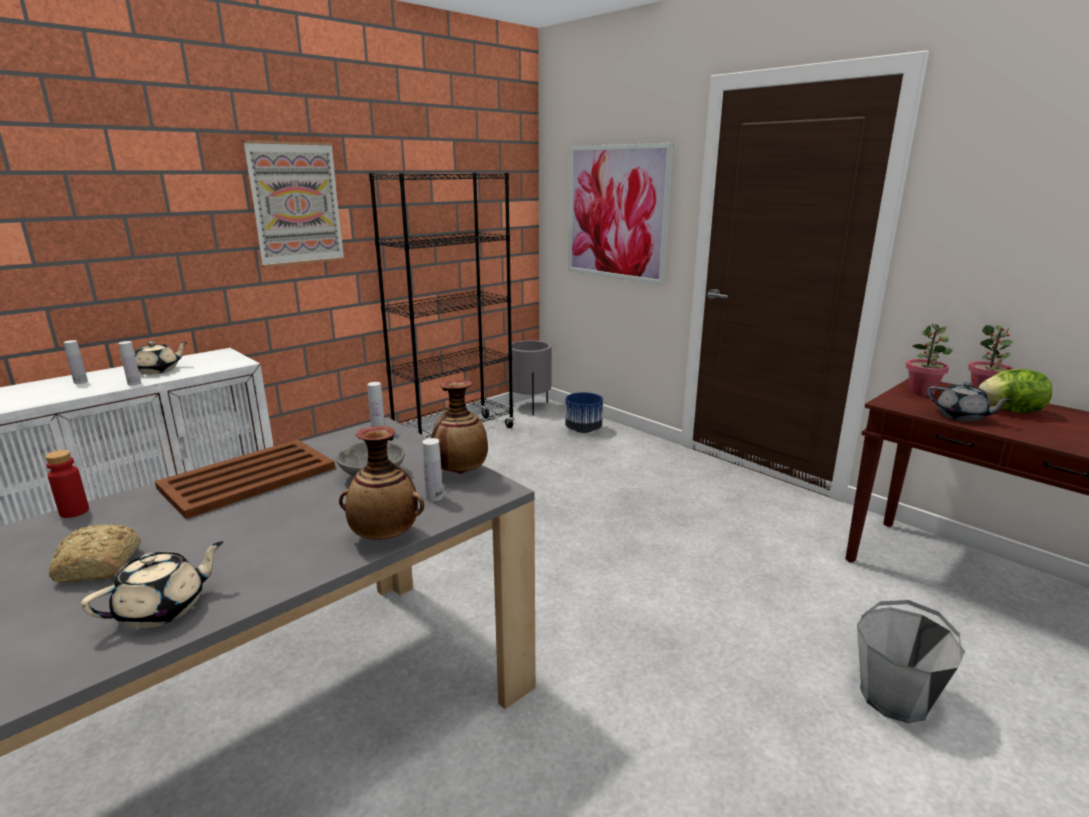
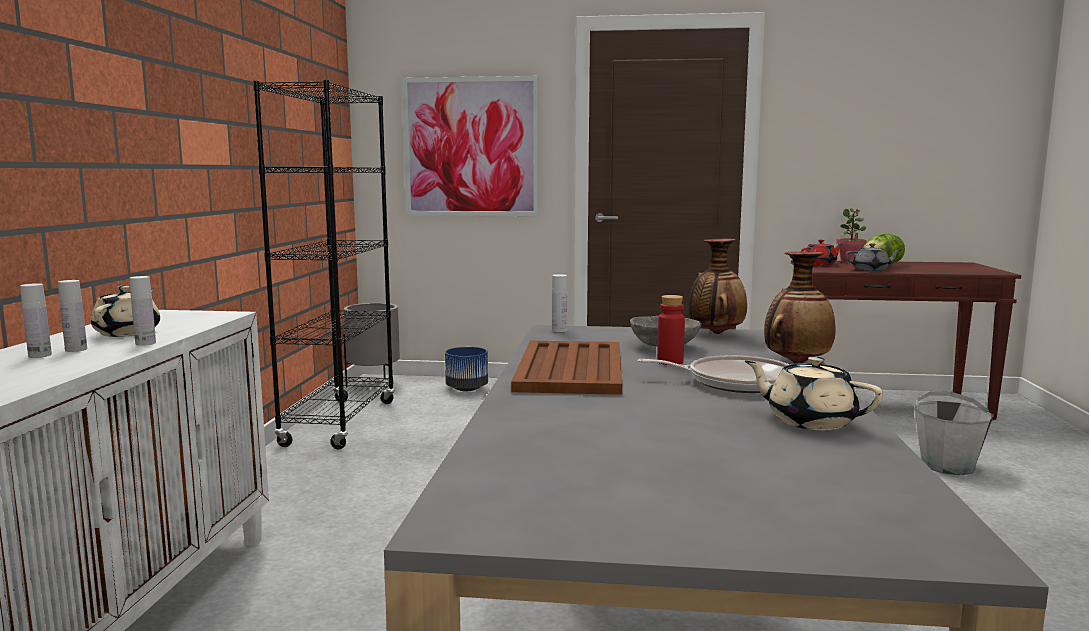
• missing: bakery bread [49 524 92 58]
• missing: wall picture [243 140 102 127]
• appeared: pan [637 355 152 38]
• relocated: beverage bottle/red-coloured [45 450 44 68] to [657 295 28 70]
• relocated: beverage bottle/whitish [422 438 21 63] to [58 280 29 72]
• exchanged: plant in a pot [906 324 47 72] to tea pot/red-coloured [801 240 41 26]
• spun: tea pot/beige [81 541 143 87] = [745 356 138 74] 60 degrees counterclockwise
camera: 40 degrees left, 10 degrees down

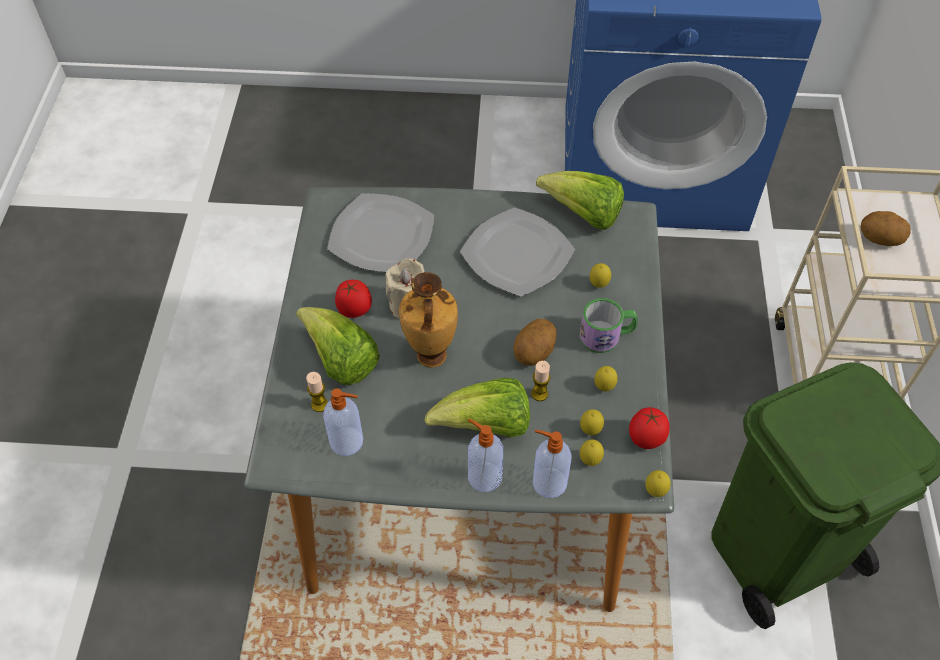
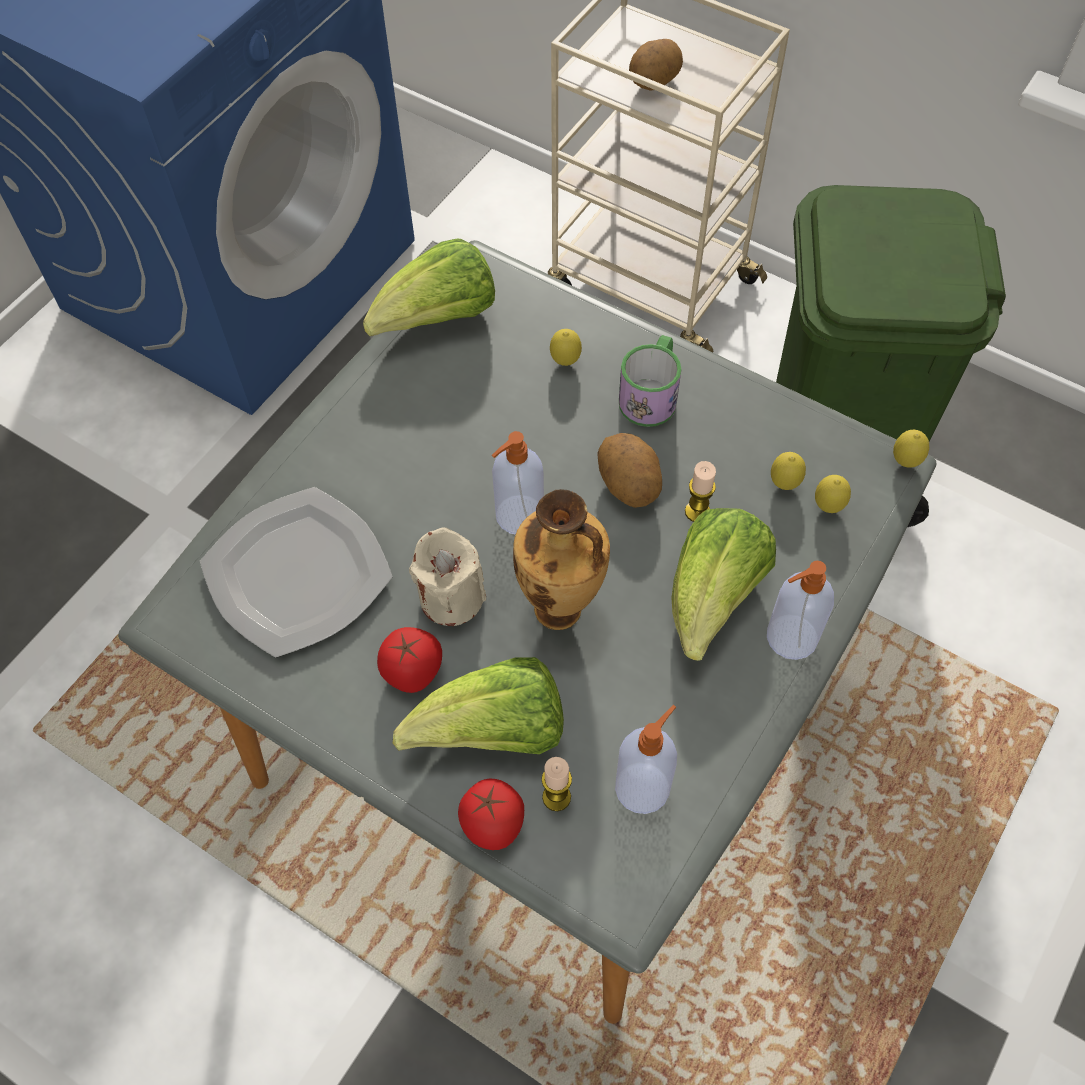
• missing: plate [460 208 115 89]
• missing: citrus fruit [594 366 24 25]
• relocated: soap bottle [533 430 39 68] to [492 431 52 104]
• relocated: whole tomato [629 407 40 42] to [458 779 66 71]
camera: 60 degrees left, 5 degrees up

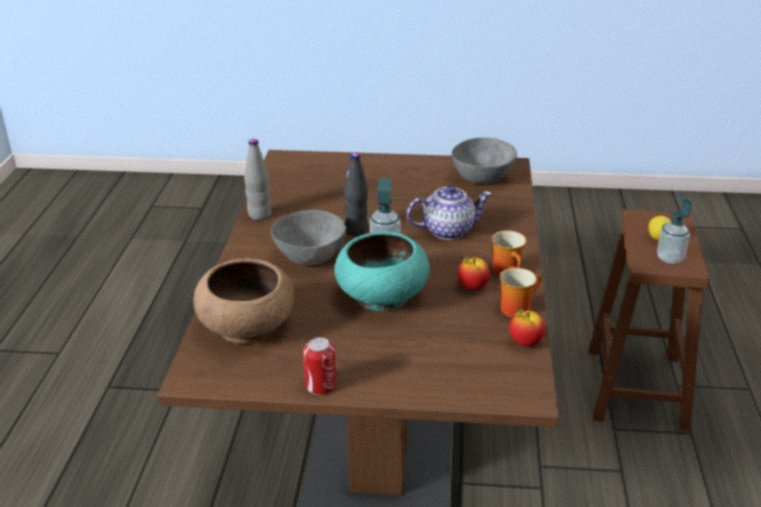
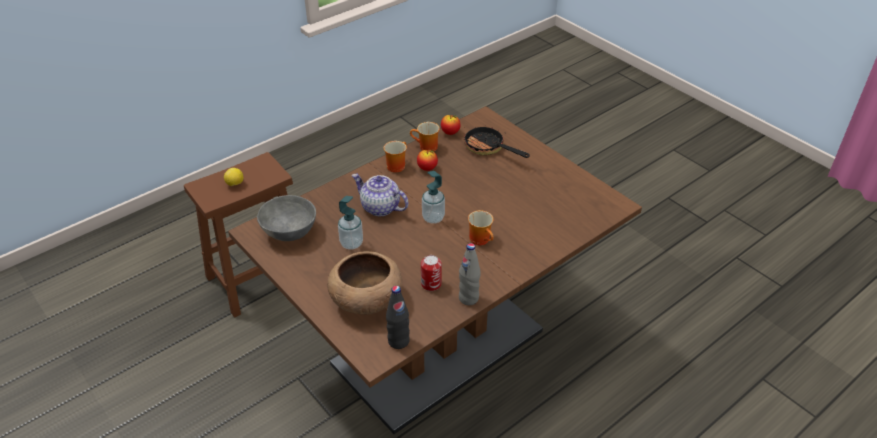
• missing: bowl/turquoise-coloured [334 232 96 79]
• appeared: pan [464 125 66 33]
• relocated: bowl/brown-coloured [193 258 102 86] to [327 251 75 64]
• relocated: can [303 337 33 58] to [421 255 21 36]
• relocated: beverage bottle/black-coloured [344 152 24 84] to [386 286 24 63]
• relocated: soap bottle [657 195 35 69] to [338 196 25 54]
• exchanged: bowl/gray [271 210 75 55] to mug [468 210 26 35]
camera: 135 degrees left, 10 degrees up

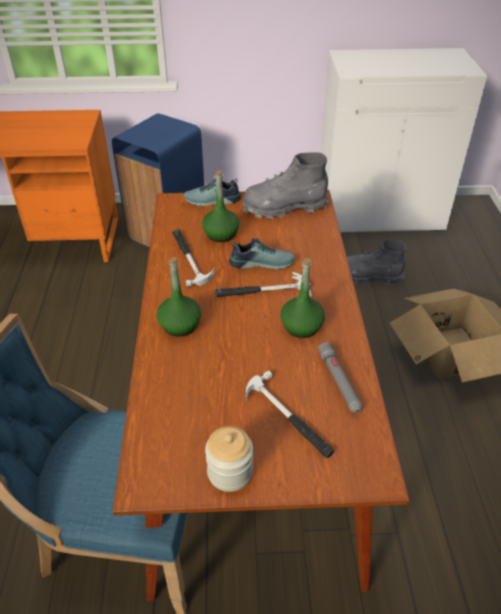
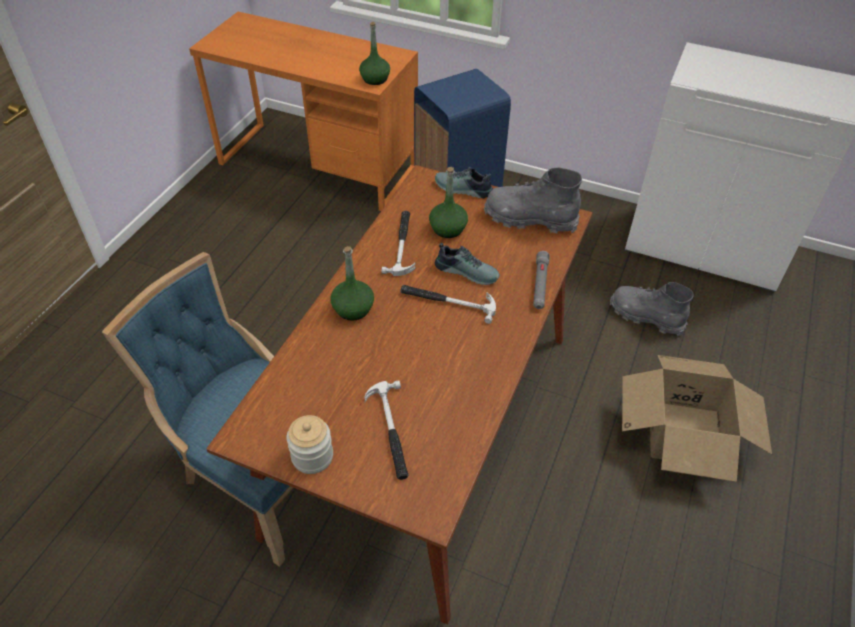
• relocated: beverage bottle/greenish [280 258 45 80] to [359 22 31 63]
• relocated: flashlight/gray [318 342 45 71] to [533 251 17 58]
camera: 25 degrees right, 5 degrees up

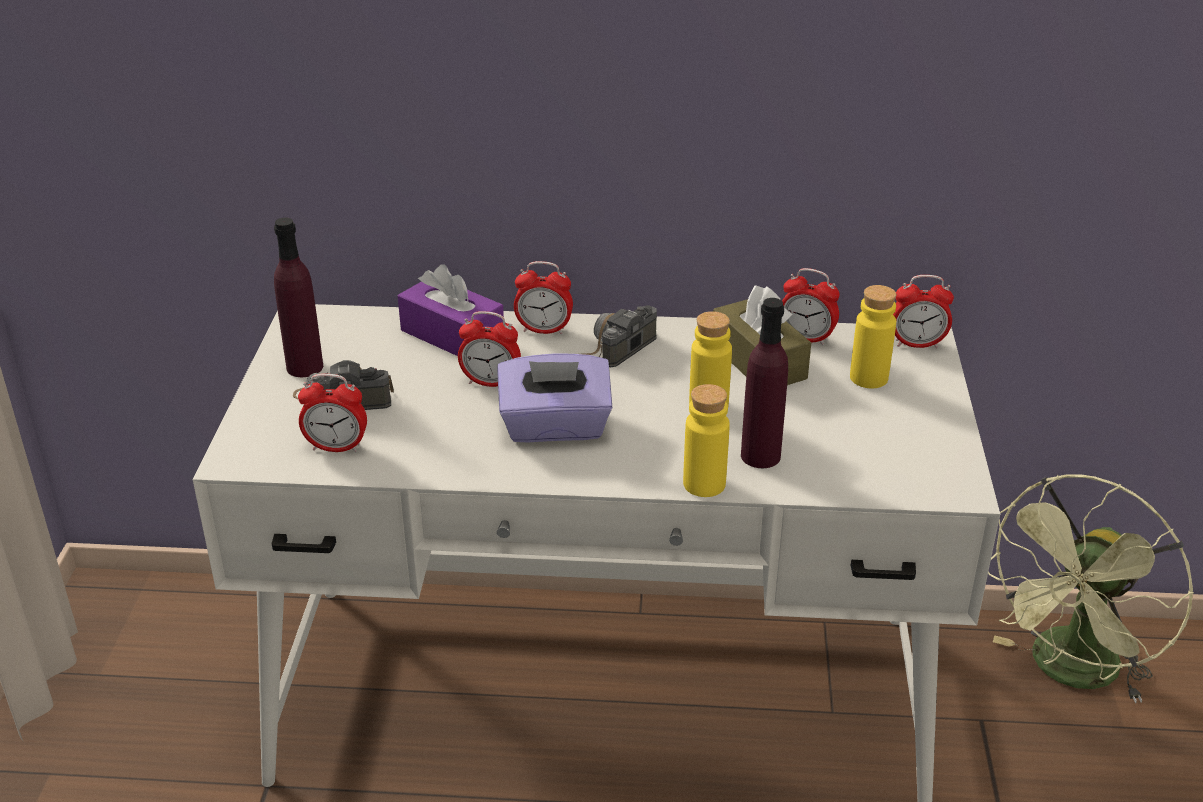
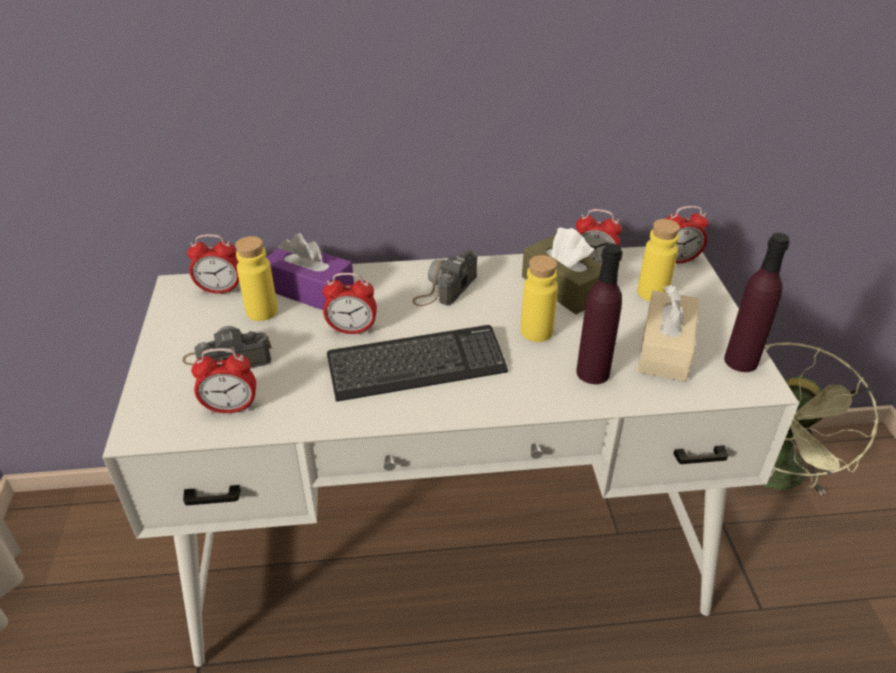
• appeared: tissue holder/beige [637 285 62 97]
• relocated: beverage bottle/purple-coloured [274 218 49 159] to [724 233 66 139]
• relocated: table clock [514 261 59 74] to [187 234 52 60]
• relocated: beverage bottle/yellowish [683 384 47 113] to [235 236 43 85]
• exchanged: tissue holder/purple-coloured [497 353 115 89] to computer keyboard [327 325 181 77]
camera: 10 degrees left, 5 degrees up

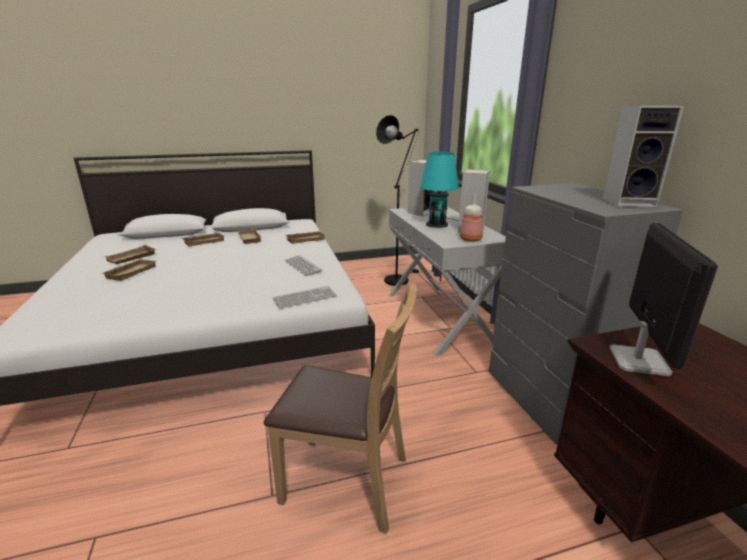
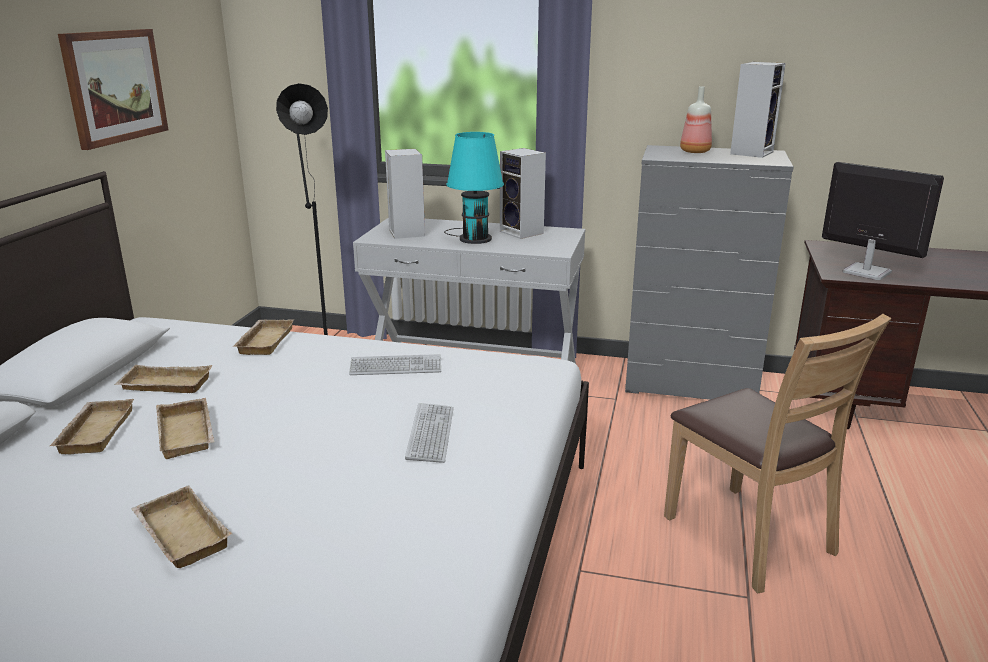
• appeared: wall picture [58 29 110 121]
• relocated: serving tray/beige [104 245 52 19] to [156 398 58 61]
• relocated: computer keyboard [272 286 64 23] to [405 403 49 60]
• relocated: beverage bottle [460 194 23 48] to [680 86 32 67]
• spun: plain chair/brown-coloured [264 282 153 252] = [664 314 227 279] 105 degrees clockwise
camera: 60 degrees left, 0 degrees up

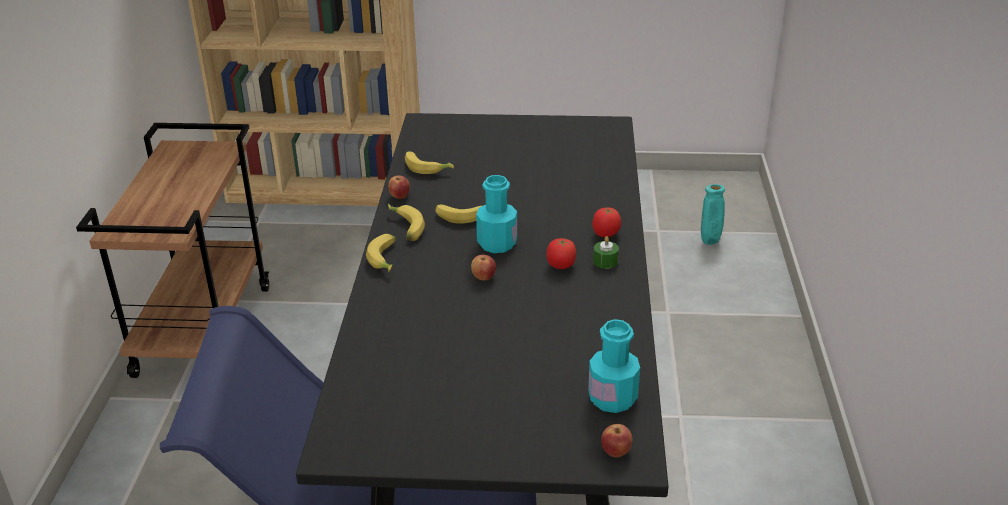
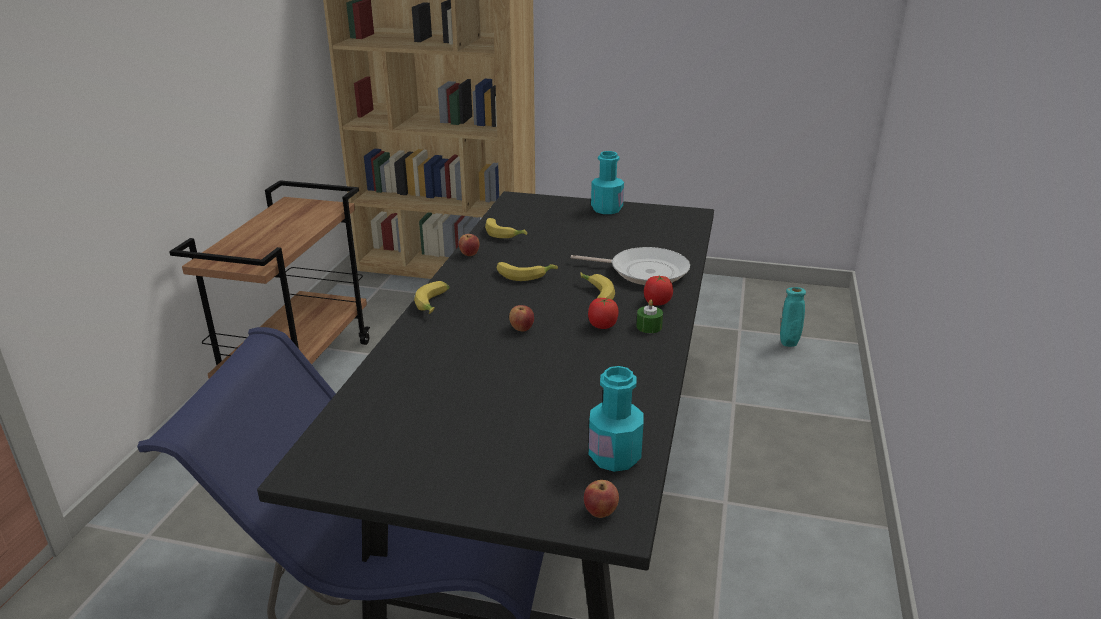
• appeared: pan [571 247 119 38]
• relocated: whole banana [388 204 37 37] to [581 272 34 28]
• relocated: beverage bottle/turquoise-coloured [476 175 41 78] to [591 151 33 63]
camera: 10 degrees right, 5 degrees down

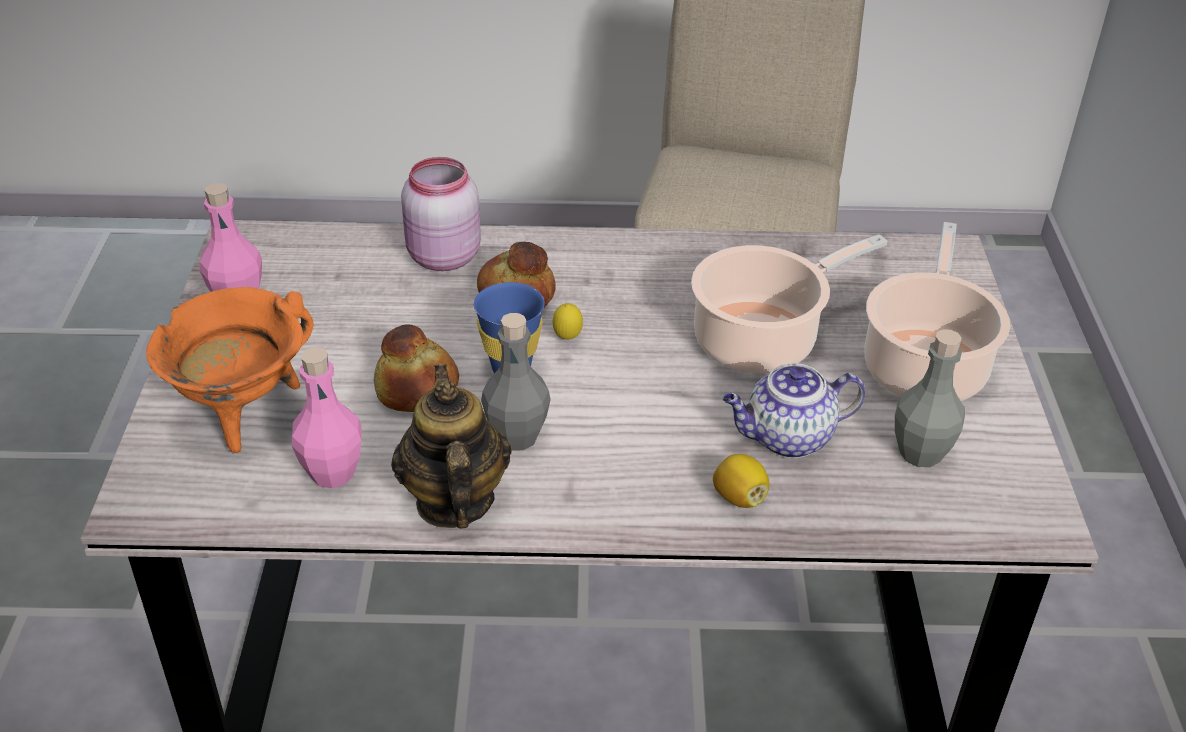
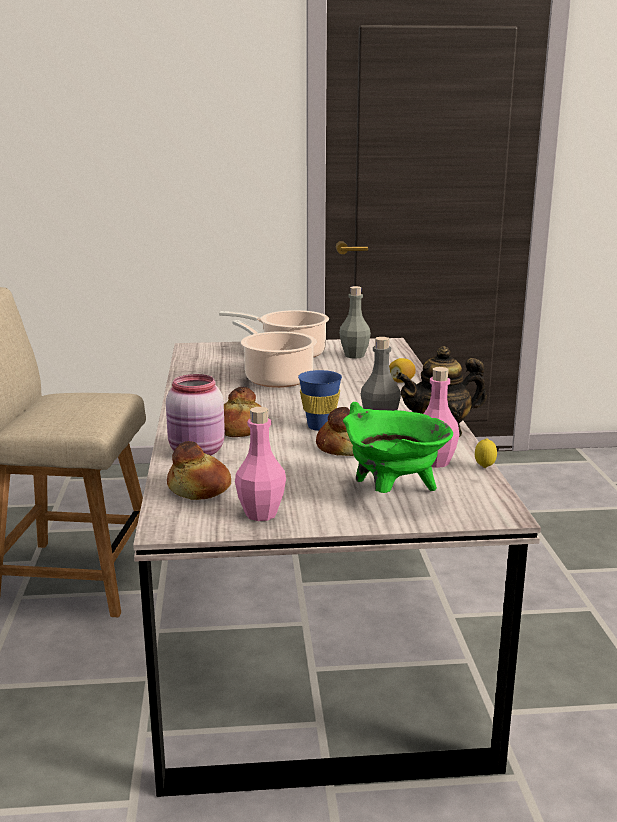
• missing: tea pot [723 363 142 95]
• appeared: bakery bread [167 441 64 59]
• relocated: citrus fruit [553 303 30 37] to [475 438 22 30]
• colour: saucepot/orange [146 287 167 166] to saucepot/greenish [343 402 110 91]
camera: 95 degrees left, 20 degrees down

